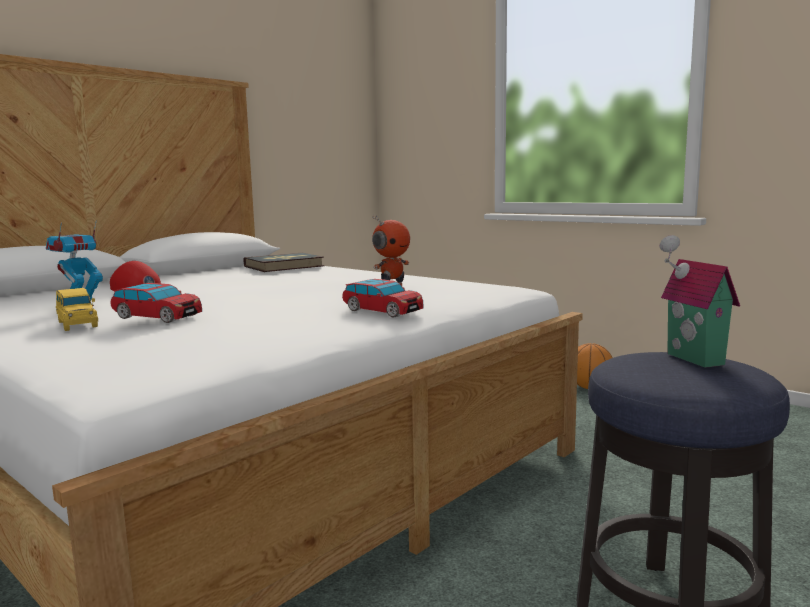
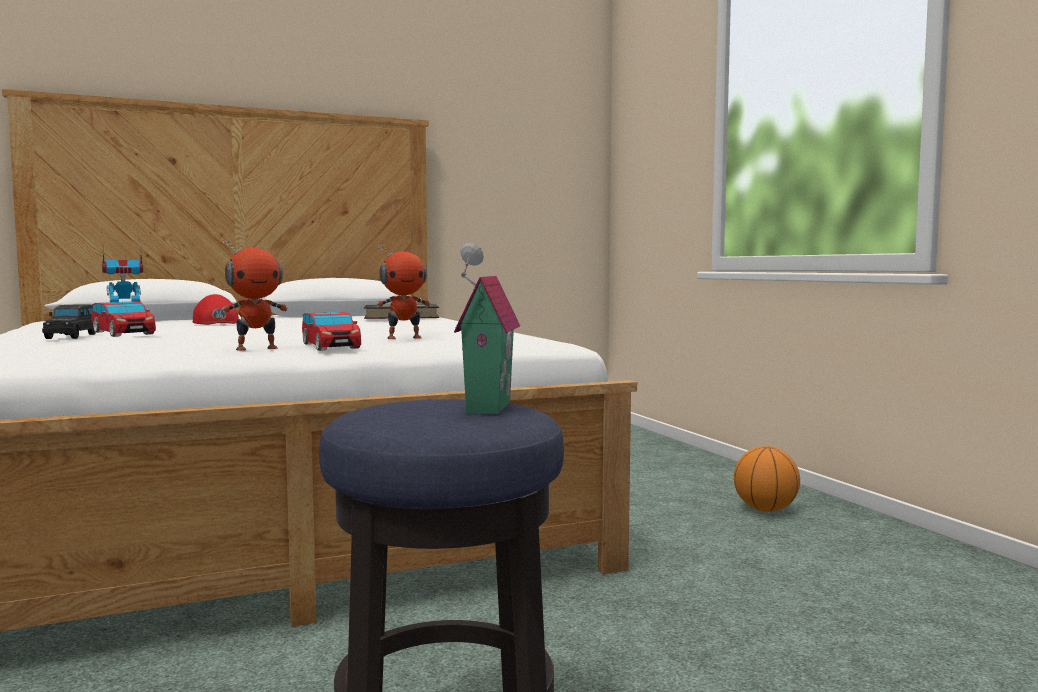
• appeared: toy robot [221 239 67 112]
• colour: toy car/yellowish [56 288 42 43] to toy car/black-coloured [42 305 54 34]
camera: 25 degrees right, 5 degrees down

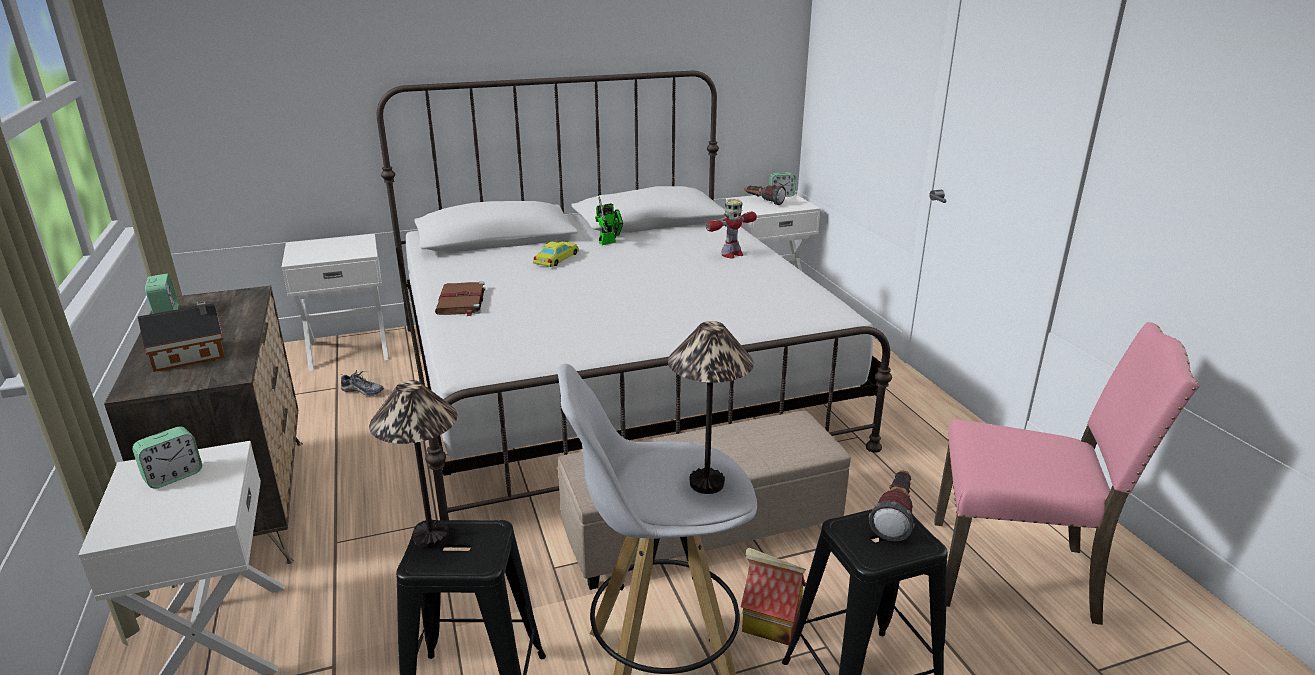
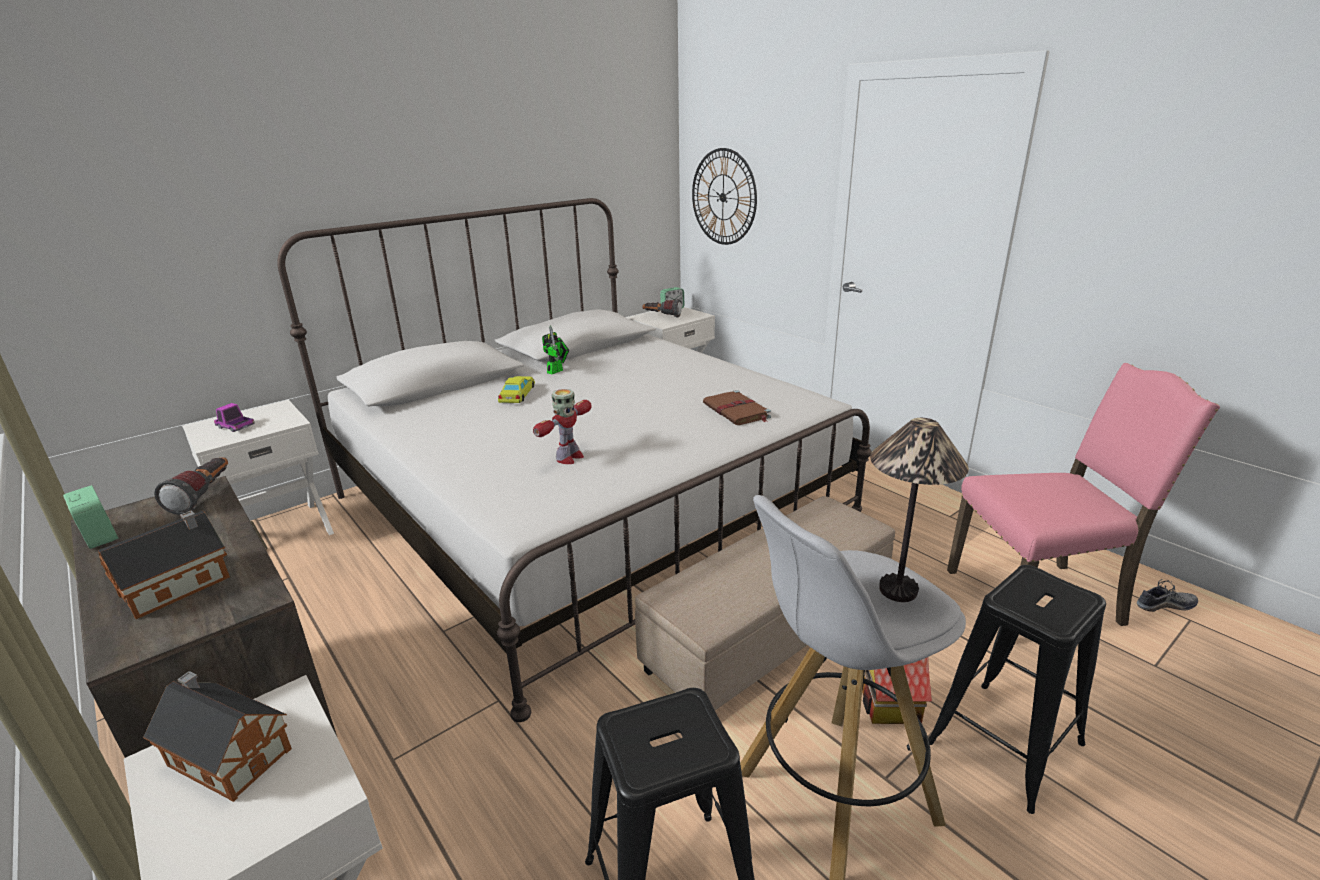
• missing: tabletop lamp [369 380 88 168]
• appeared: model truck [214 403 41 29]
• appeared: clock on the wall [692 148 65 97]
• relocated: shoe [341 370 43 26] to [1137 579 61 33]
• relocated: book/brown-coloured [435 282 50 34] to [703 390 68 35]
• relocated: toy robot [706 199 51 59] to [533 389 59 75]
• relocated: flashlight [869 470 46 71] to [154 457 74 58]
• exchanged: table clock [132 427 70 62] to toy house [143 671 149 131]
camera: 20 degrees left, 0 degrees up

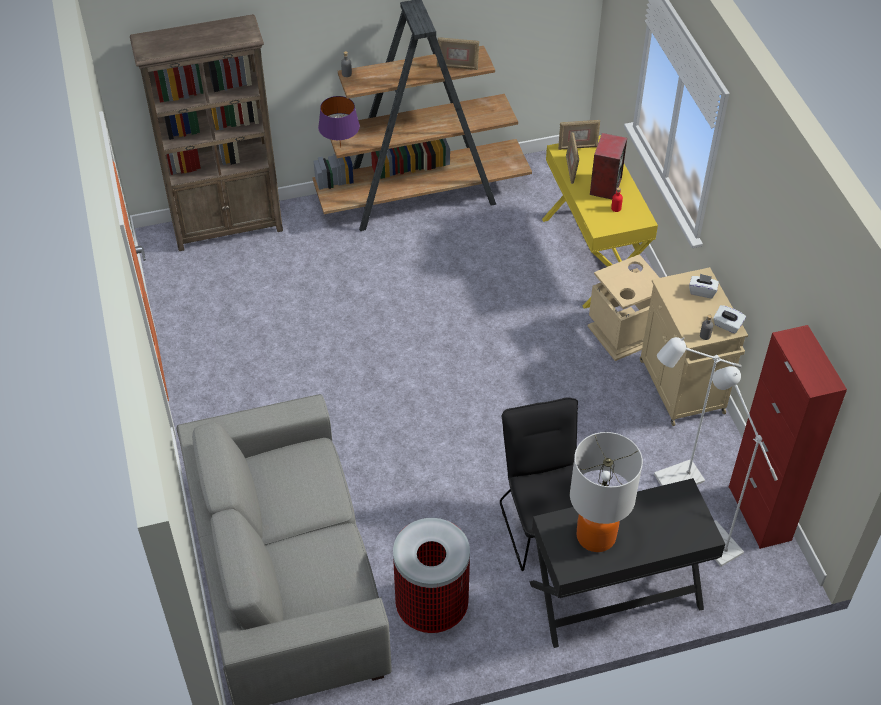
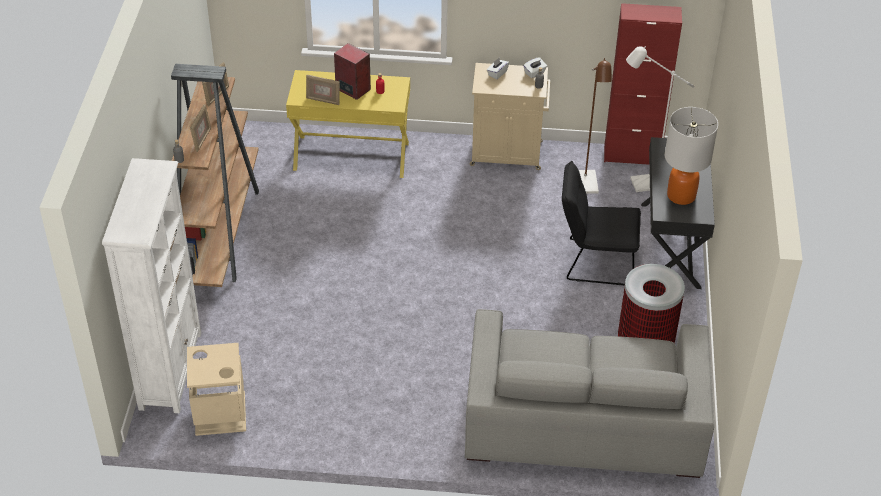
• missing: tabletop lamp/purple-coloured [318 96 42 52]
• relocated: standing frame [558 120 42 30] to [190 105 21 47]
• relocated: trash can/beige [588 254 72 107] to [187 343 59 93]
• colour: bookcase/brown-coloured [130 14 153 237] to bookcase/whitish [102 158 99 255]
• colour: standard lamp/whitish [654 337 88 149] to standard lamp/brown-coloured [579 58 33 136]
camera: 70 degrees left, 5 degrees down

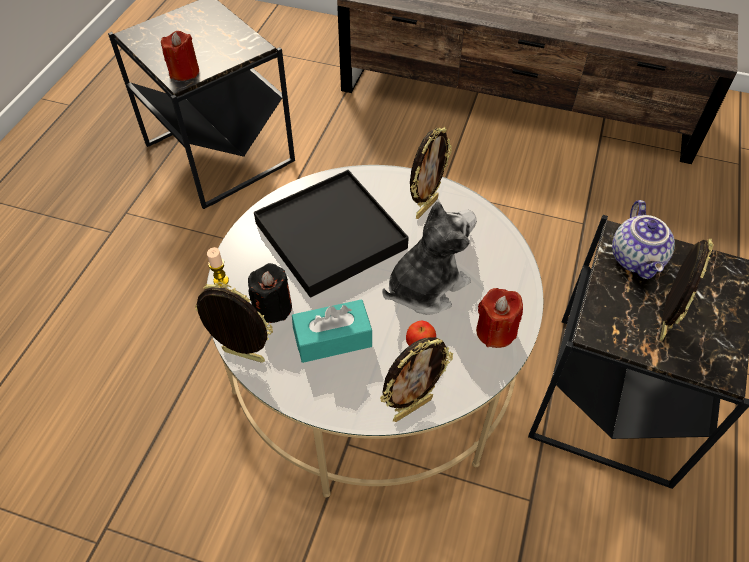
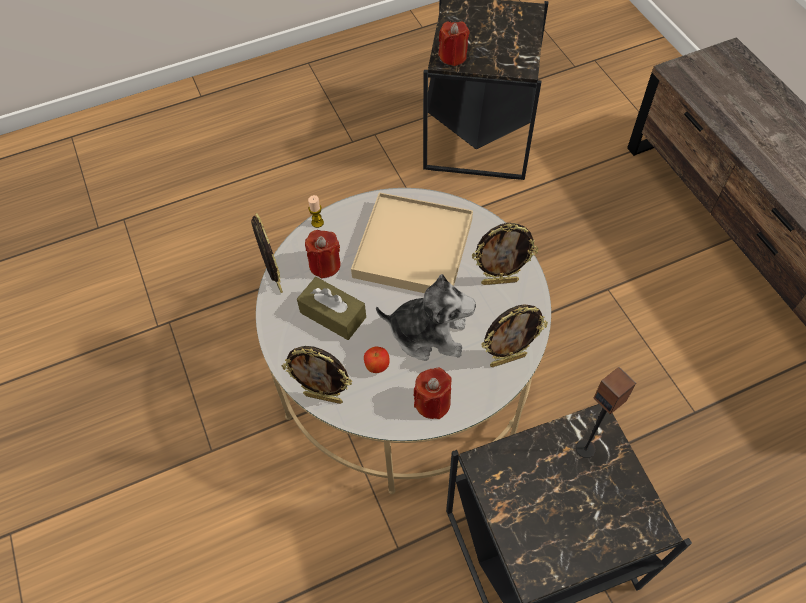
• relocated: standing frame [660 238 54 103] to [481 304 67 63]
• exchanged: tea pot [612 200 63 79] to audio speaker [576 367 60 91]
• colour: wax light/black-coloured [248 263 44 60] to wax light/red-coloured [305 230 36 49]
• colour: serving tray/black-coloured [254 170 155 128] to serving tray/beige [351 192 122 101]
• colour: tissue holder/turquoise-coloured [292 299 80 64] to tissue holder/brown-coloured [297 277 69 63]
camera: 50 degrees right, 5 degrees up

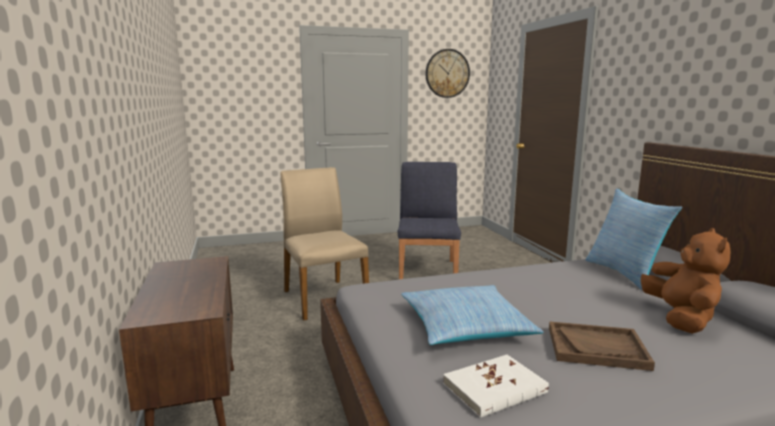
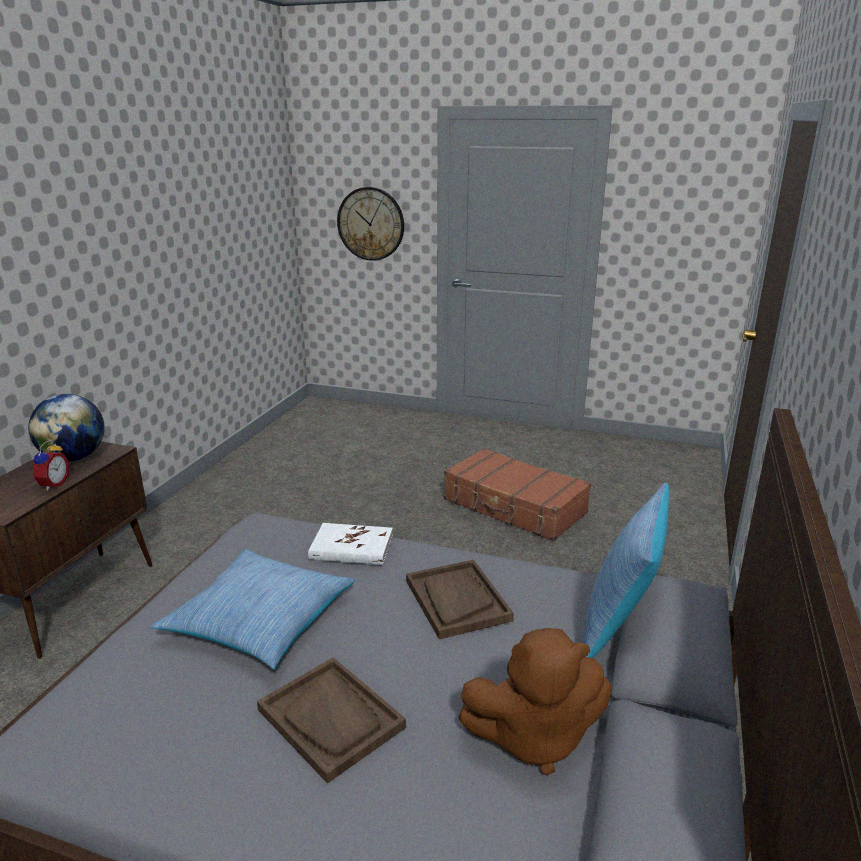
• missing: plain chair/beige [280 167 89 153]
• appeared: desk globe [29 394 76 68]
• appeared: table clock [33 440 36 51]
• appeared: serving tray/brown-coloured [406 560 108 79]
• relocated: clock on the wall [425 49 45 49] to [337 187 67 74]
• relocated: book/whitish [443 355 106 63] to [308 523 85 42]
• exchanged: plain chair/bluish [398 162 63 117] to suitcase/brown-coloured [444 448 147 93]
• spun: plush toy/brown-coloured [641 228 89 106] = [458 628 154 147] 45 degrees clockwise
camera: 35 degrees right, 10 degrees up

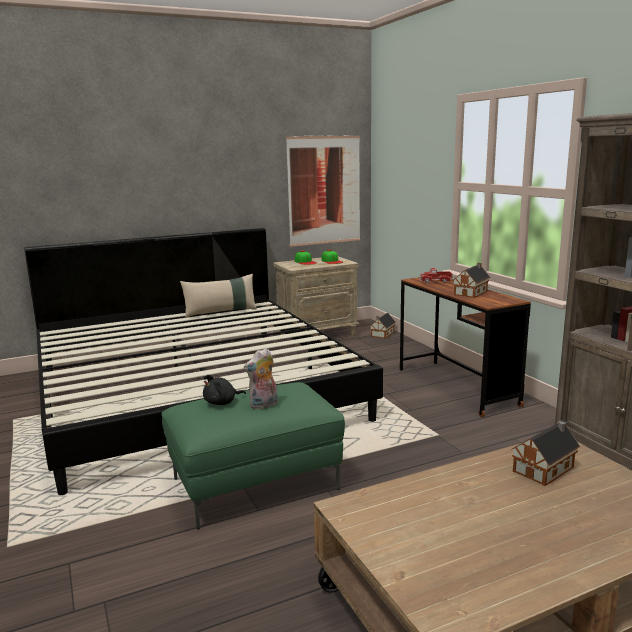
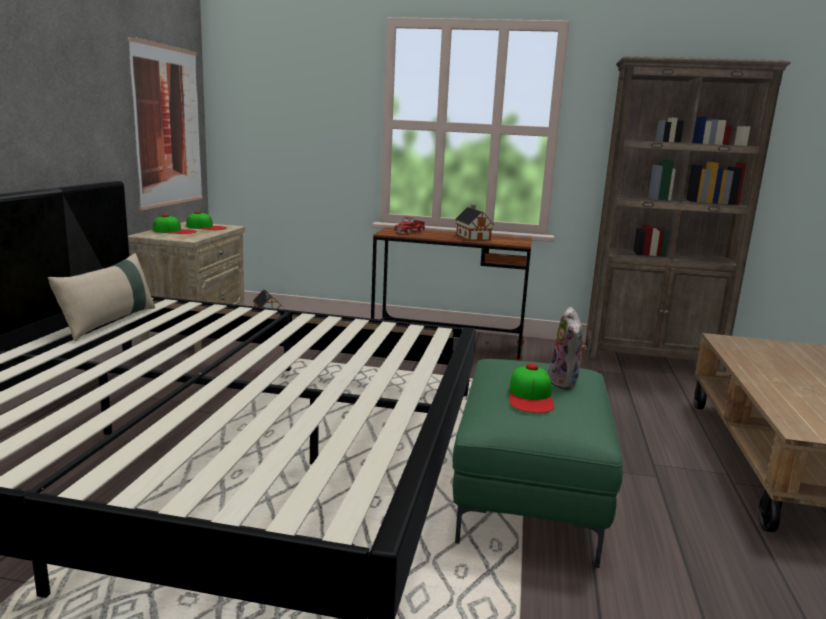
• missing: toy house [511 420 69 66]
• exchanged: plush toy/black-coloured [203 375 43 30] to peaked cap [509 364 46 49]
camera: 55 degrees left, 0 degrees up

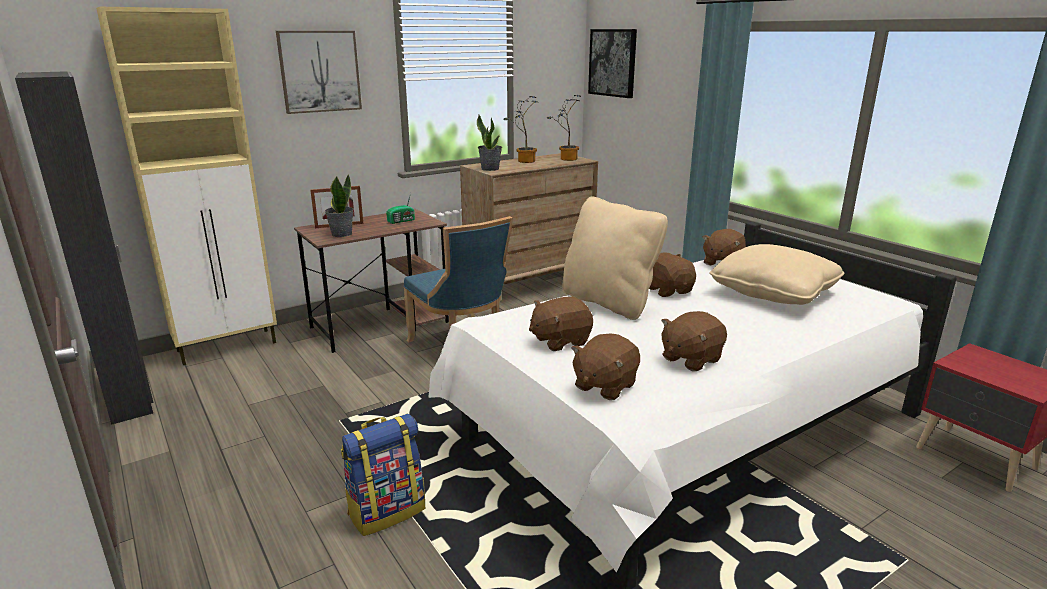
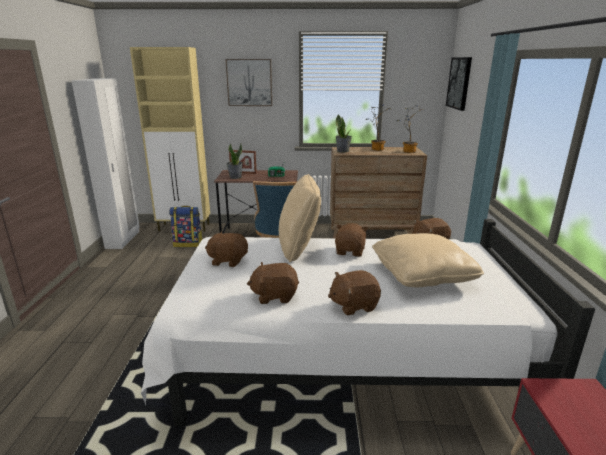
• relocated: backpack [341 414 84 122] to [169 206 33 42]
• relocated: plush toy/brown-coloured [571 334 69 66] to [328 270 53 46]
• colour: armoire/black-coloured [15 71 139 354] to armoire/whitish [72 78 68 171]
camera: 35 degrees right, 0 degrees up

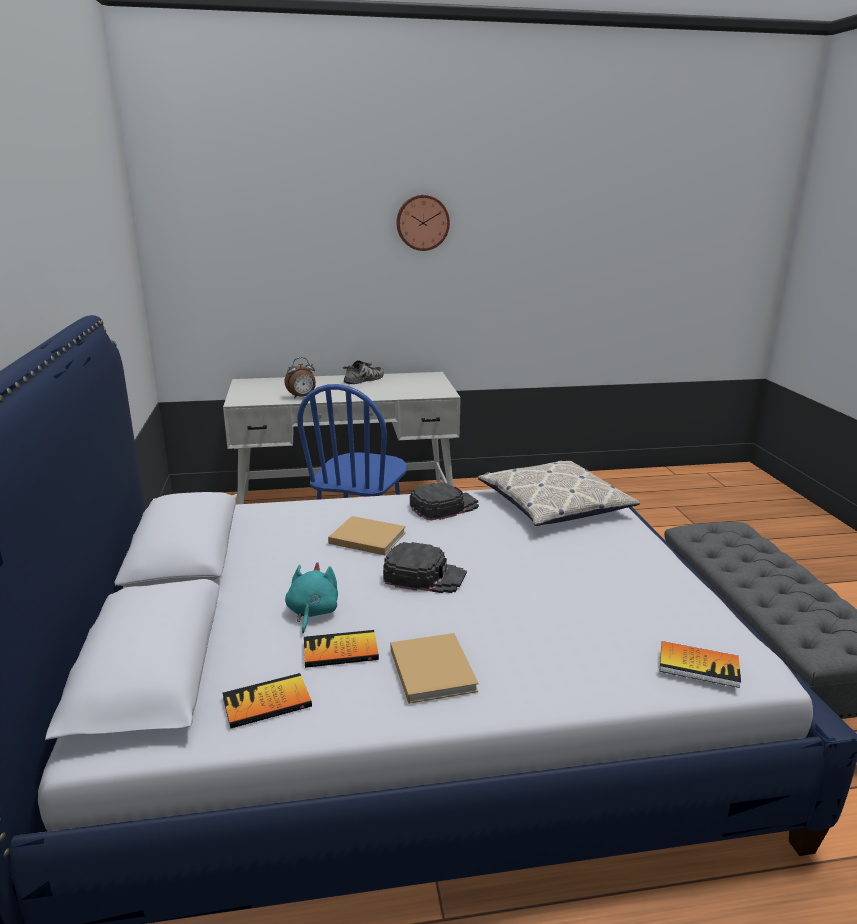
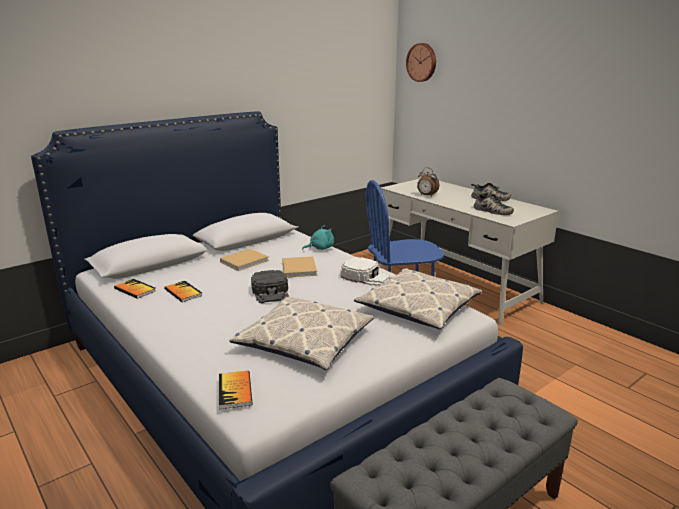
• appeared: pillow [229 297 145 73]
• appeared: shoe [473 193 41 22]
• relocated: plush toy/turquoise-coloured [285 562 53 71] to [302 225 32 25]
• relocated: book/beige [391 633 88 71] to [220 249 49 22]
• relocated: clock on the wall [396 195 54 56] to [406 43 30 39]
• colour: peaked cap/black-coloured [410 482 69 39] to peaked cap/whitish [341 257 49 29]
camera: 60 degrees right, 0 degrees up

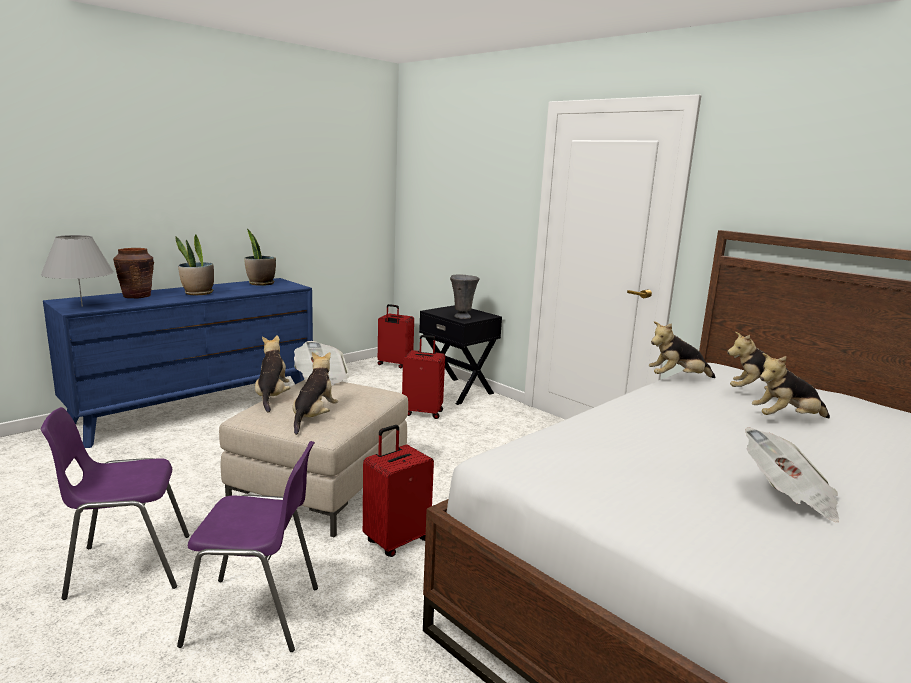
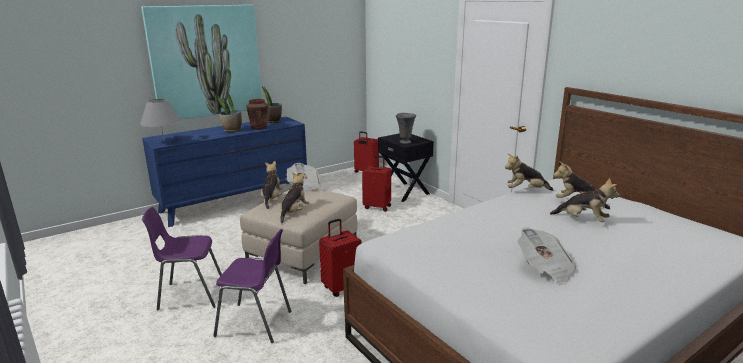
• appeared: wall picture [141 5 121 114]
• relocated: flower vase/brown-coloured [113 248 41 50] to [246 99 23 31]
• spun: plush toy [752 353 78 65] = [550 178 70 44] 150 degrees counterclockwise
camera: 10 degrees right, 5 degrees up

